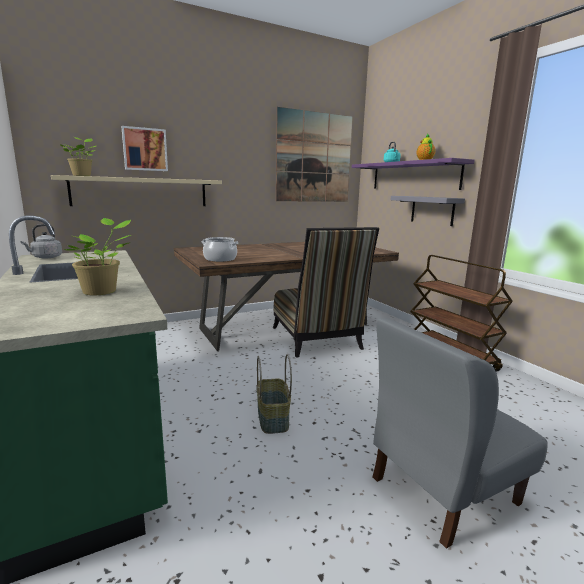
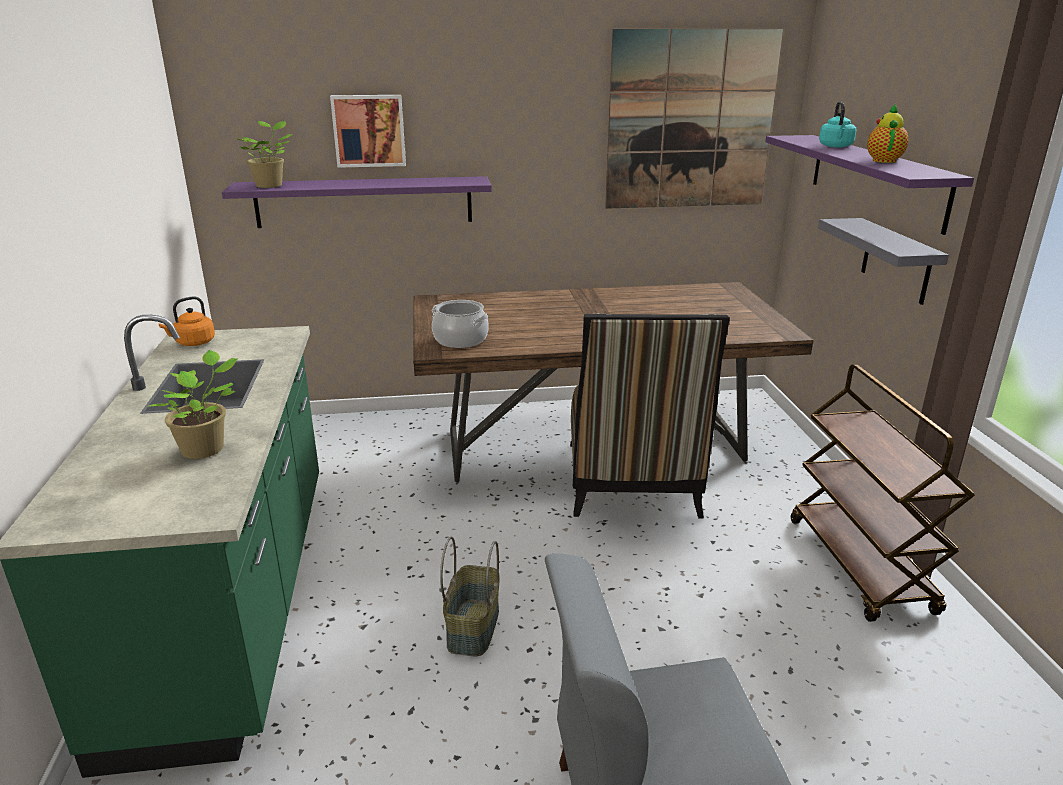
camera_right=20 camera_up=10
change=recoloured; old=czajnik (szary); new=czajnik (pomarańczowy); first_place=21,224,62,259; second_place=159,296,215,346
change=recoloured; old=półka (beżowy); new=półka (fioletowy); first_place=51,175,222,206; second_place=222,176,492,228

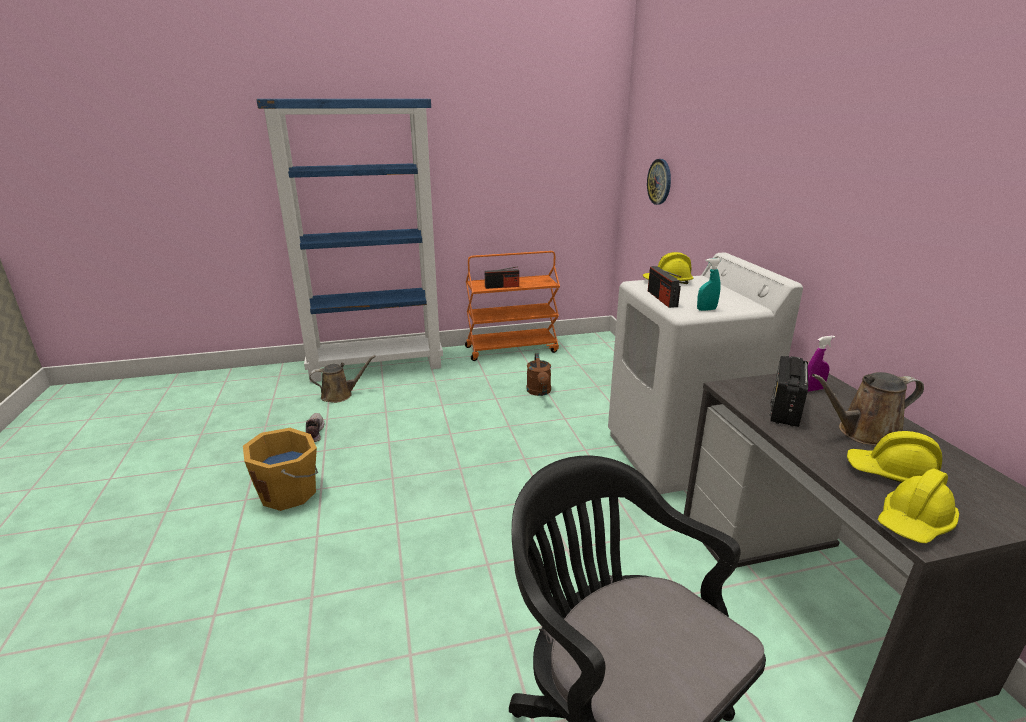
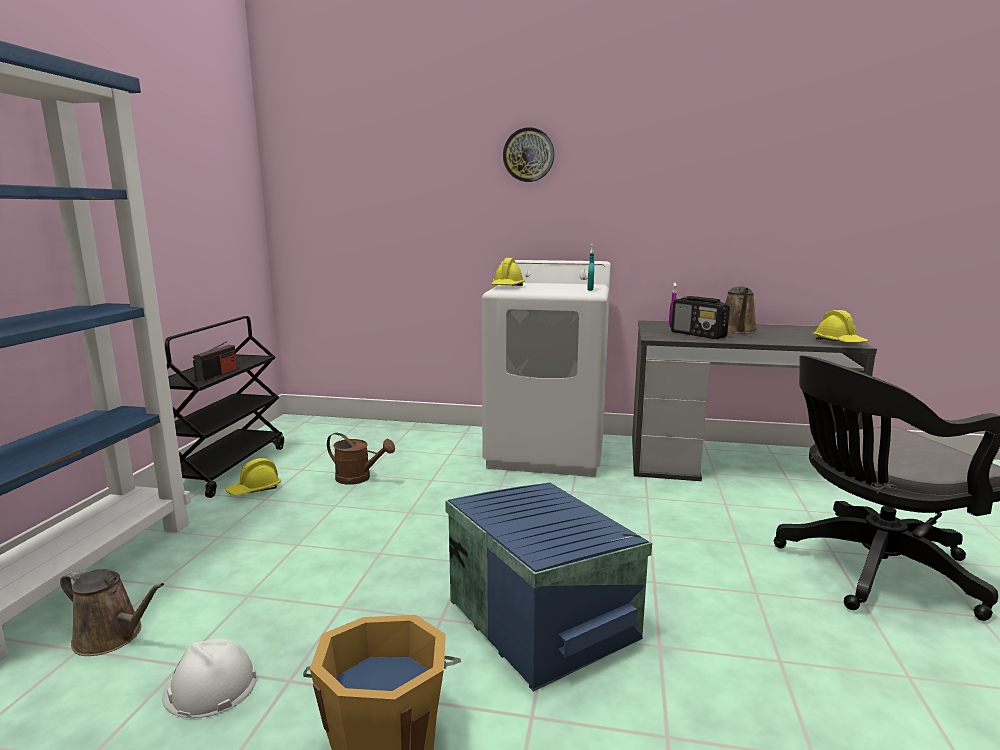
camera_right=-65 camera_up=-10
change=turned; old=konewka (brązowy); first_place=309,355,376,403; second_place=60,569,164,656; degrees=105
change=replaced; old=but; new=kask (biały); first_place=306,413,324,442; second_place=162,638,257,718
change=recoloured; old=wózek (pomarańczowy); new=wózek (czarny); first_place=465,251,560,361; second_place=165,316,284,498
change=moved; old=kask (żółty); first_place=847,431,942,483; second_place=226,458,281,496
change=added; new=pojemnik do przechowywania (niebieski); second_place=445,483,652,692
change=moved; old=zegar ścienny; first_place=647,159,671,205; second_place=503,127,554,182
change=removed; old=radio; first_place=648,266,681,308

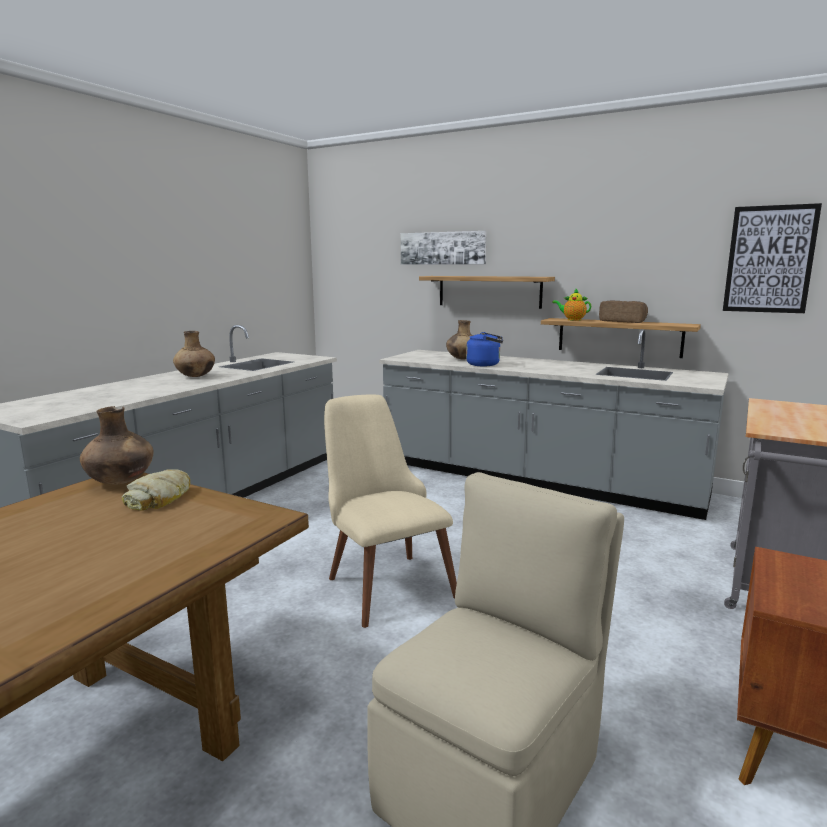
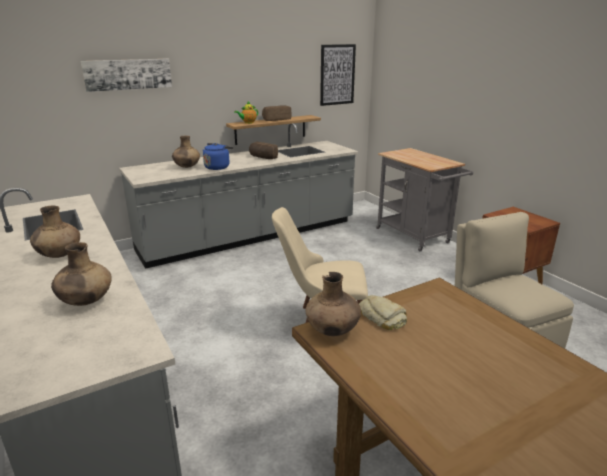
camera_right=-60 camera_up=10
change=added; new=wazon (brązowy); second_place=51,242,112,306
change=added; new=chleb; second_place=249,142,278,159
change=removed; old=półka; first_place=419,276,555,309

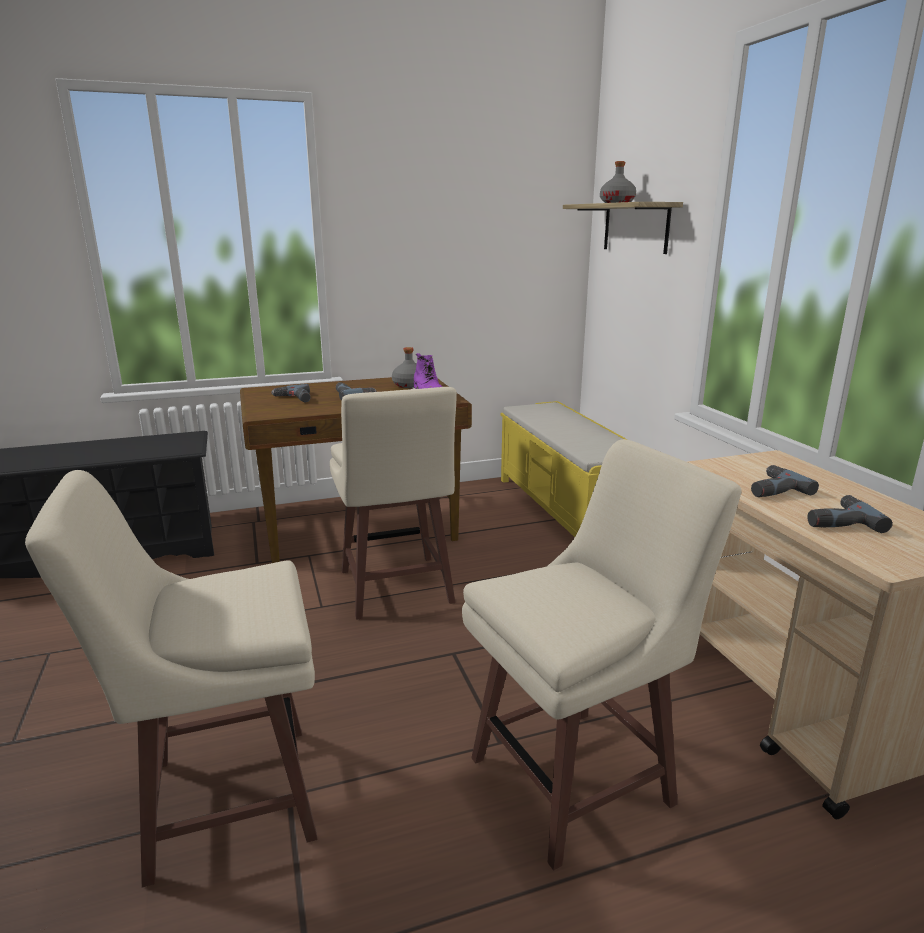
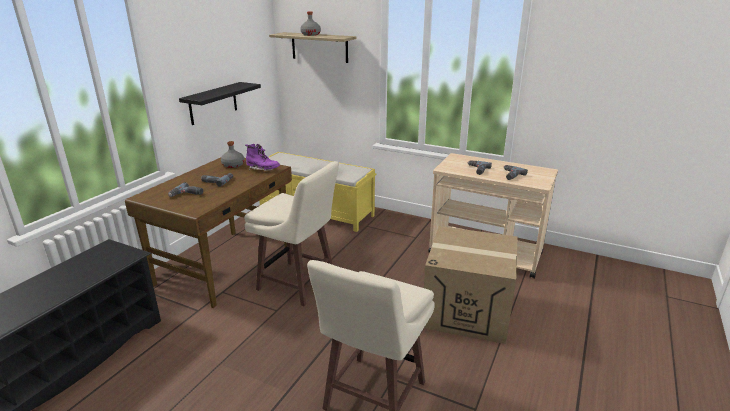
camera_right=-45 camera_up=5
change=added; new=półka (czarny); second_place=179,82,261,125
change=replaced; old=stołek (beżowy); new=karton; first_place=462,439,742,871; second_place=424,226,518,344

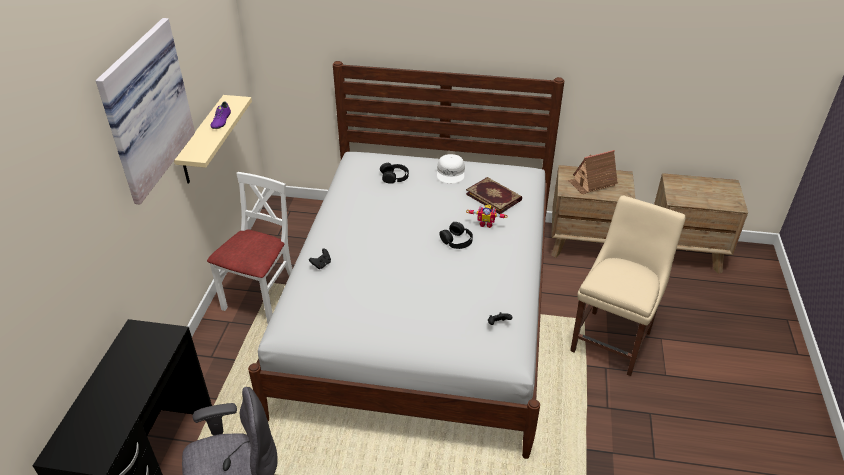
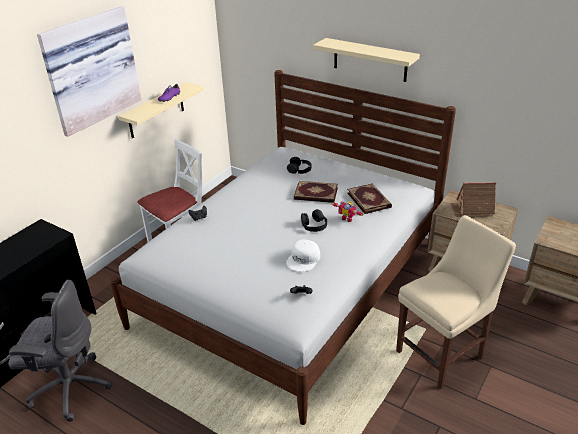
camera_right=25 camera_up=-5
change=moved; old=czapka z daszkiem (biały); first_place=437,154,465,183; second_place=286,239,320,272
change=added; new=książka; second_place=294,181,338,203
change=added; new=półka (beżowy); second_place=313,38,420,82

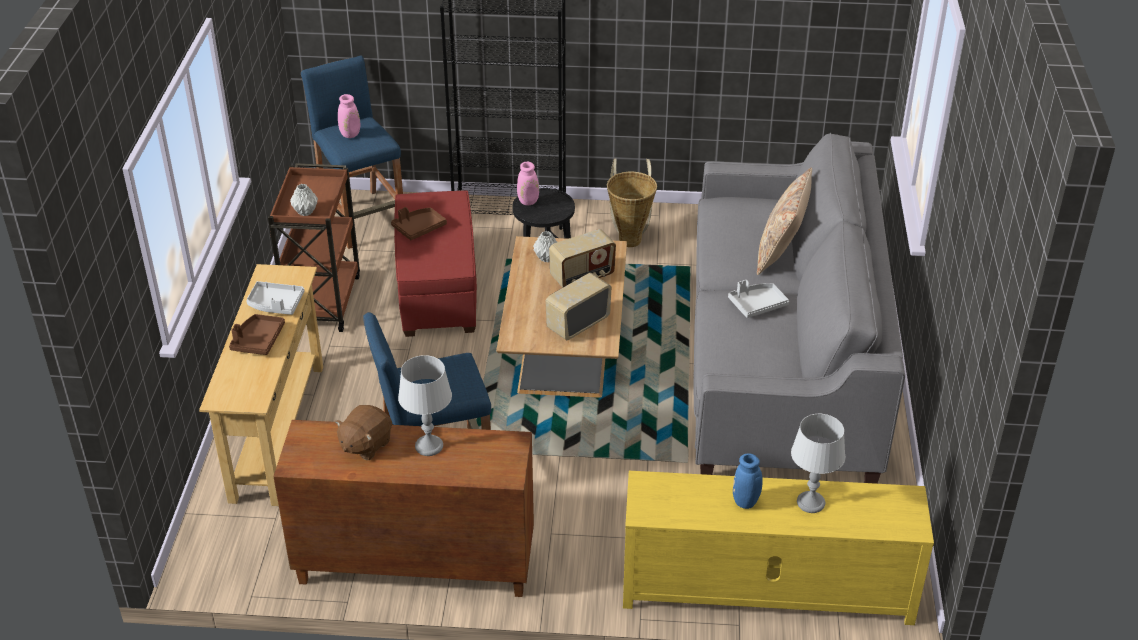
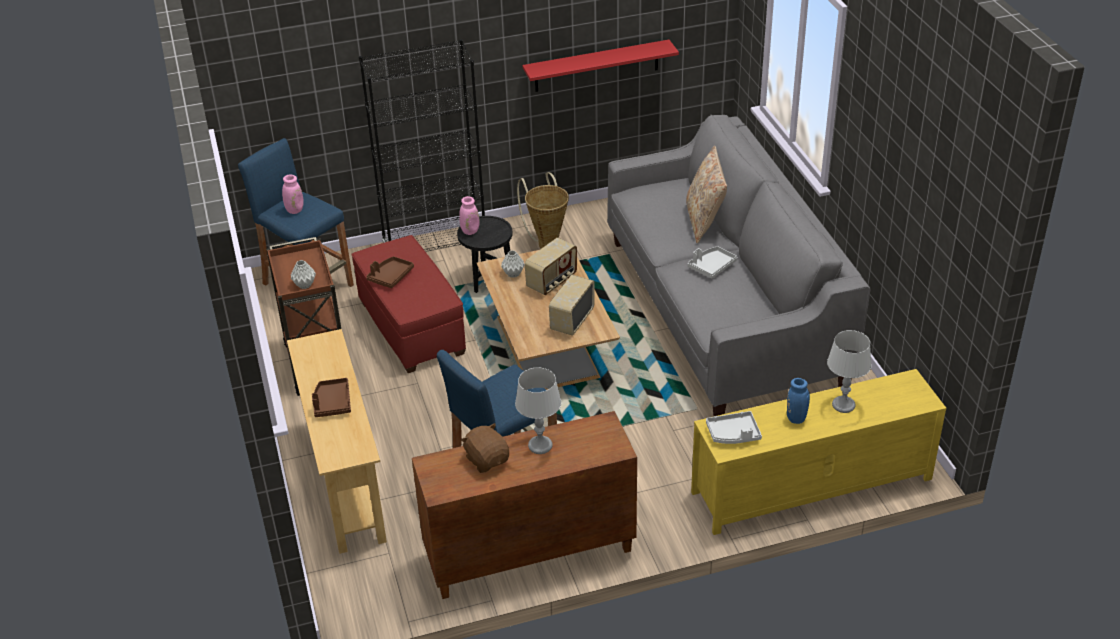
camera_right=-20 camera_up=0
change=turned; old=pluszak (brązowy); first_place=335,405,392,460; second_place=461,423,509,473; degrees=135
change=added; new=półka (czerwony); second_place=522,40,679,92
change=moved; old=taca (szary); first_place=246,281,305,315; second_place=706,411,762,444

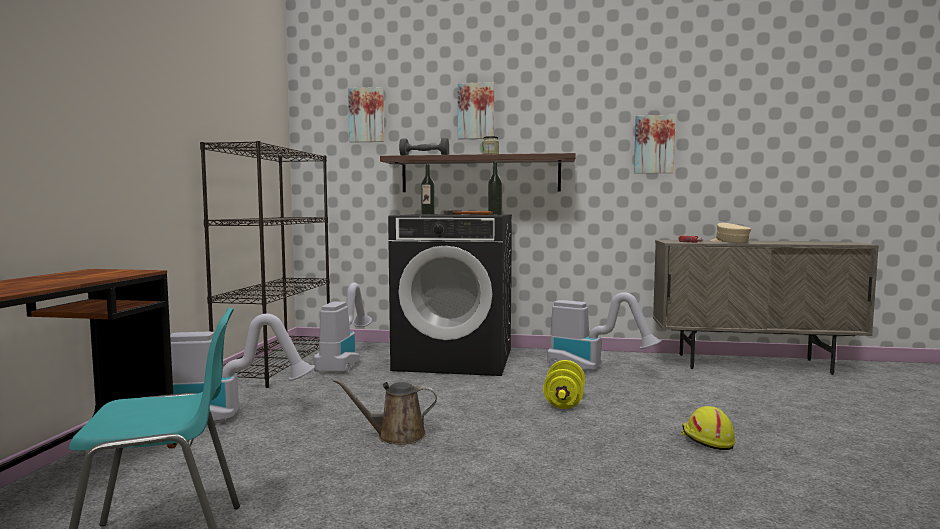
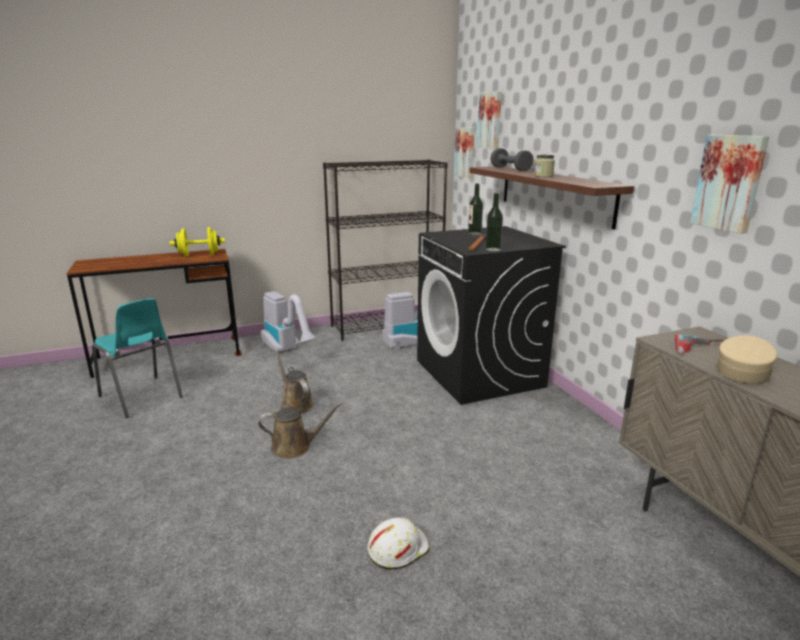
camera_right=60 camera_up=15
change=moved; old=hantel (żółty); first_place=543,360,585,409; second_place=170,227,225,257
change=added; new=konewka (brązowy); second_place=258,402,343,459
change=recoloured; old=kask (żółty); new=kask (biały); first_place=681,406,735,450; second_place=368,518,429,570
change=moved; old=obraz; first_place=458,82,494,139; second_place=454,127,475,178
change=removed; old=odkurzacz; first_place=547,292,662,373

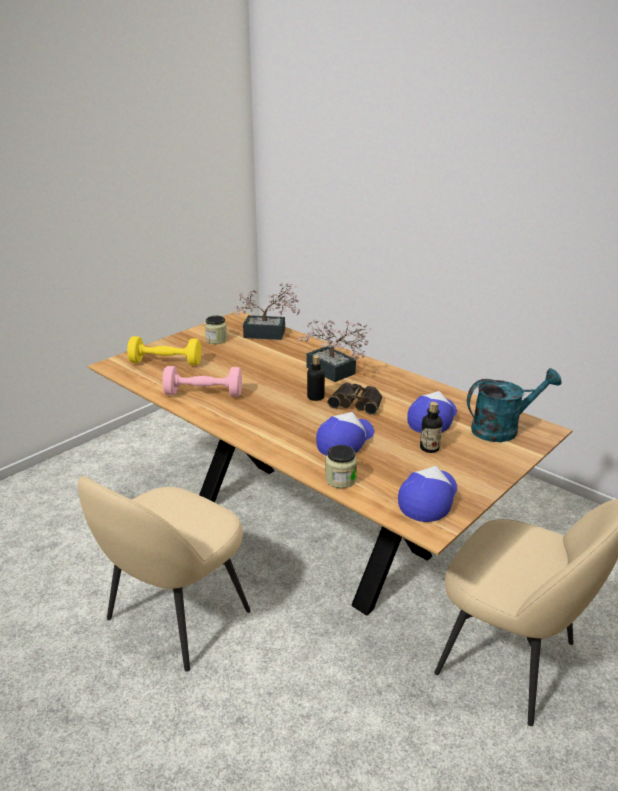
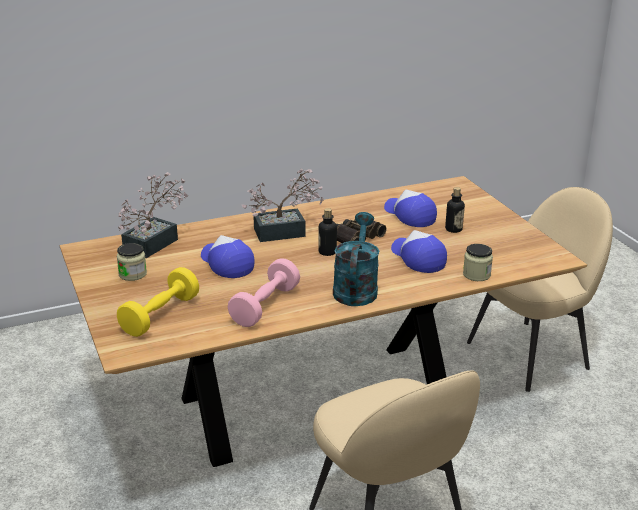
camera_right=-65 camera_up=0
change=moved; old=czapka z daszkiem; first_place=398,466,457,522; second_place=201,235,254,278
change=moved; old=konewka (turkusowy); first_place=467,368,562,442; second_place=333,212,379,306

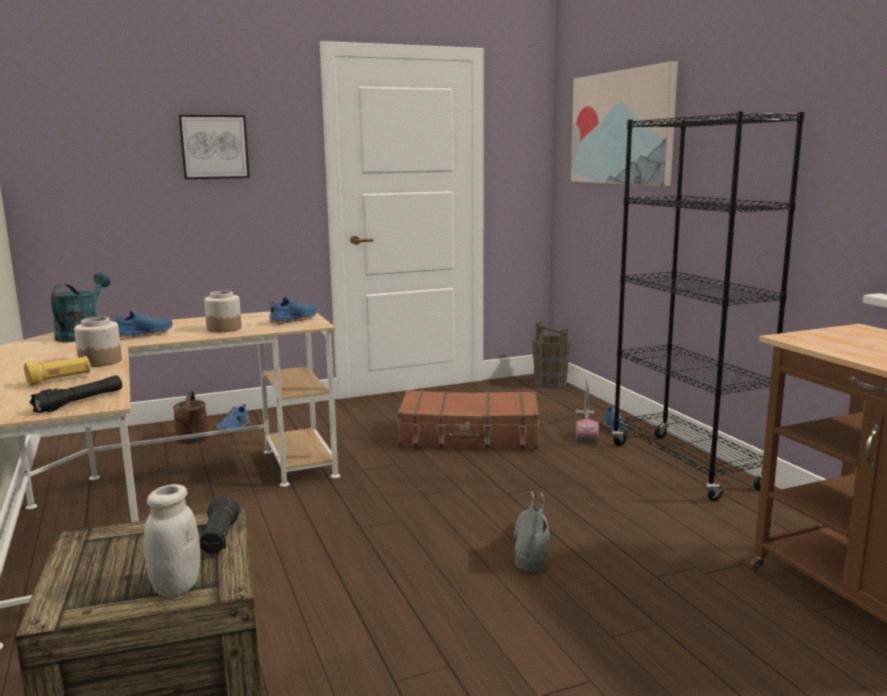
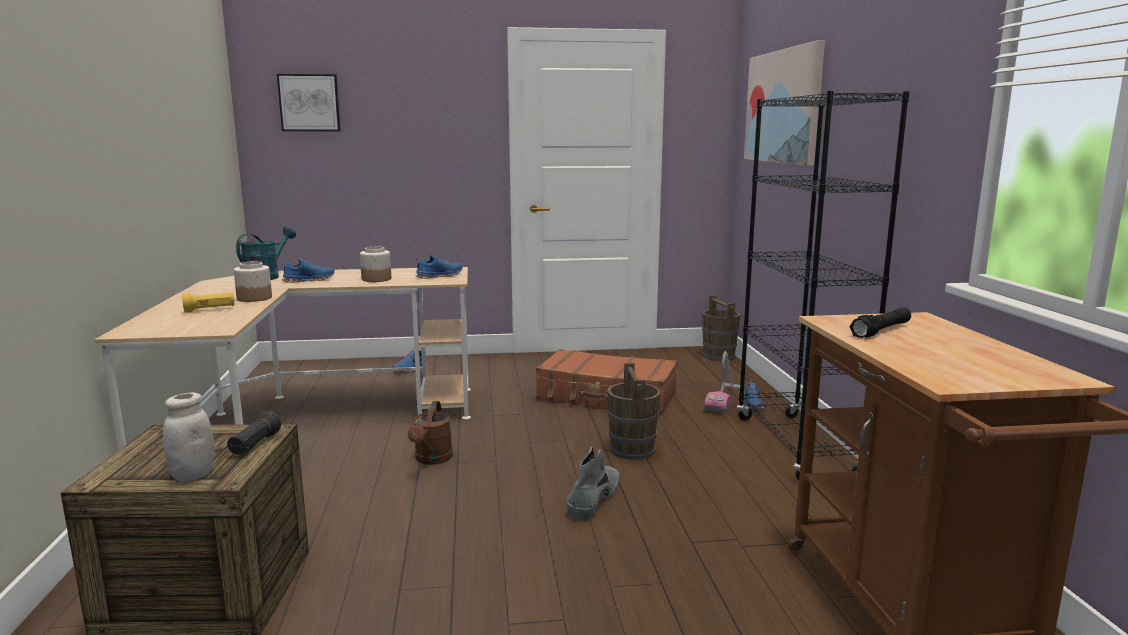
camera_right=15 camera_up=0
change=moved; old=obraz; first_place=179,115,250,179; second_place=277,74,341,131
change=moved; old=konewka (brązowy); first_place=173,391,210,444; second_place=408,401,453,465
change=added; new=wiadro (brązowy); second_place=607,363,660,460
change=moved; old=latarka (czarny); first_place=30,376,122,413; second_place=850,307,911,338

